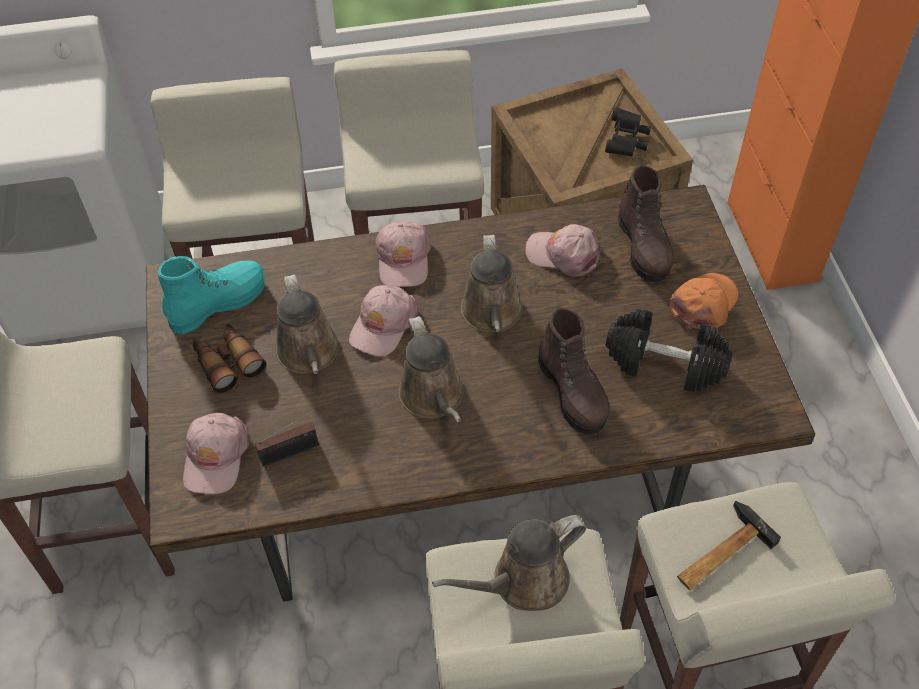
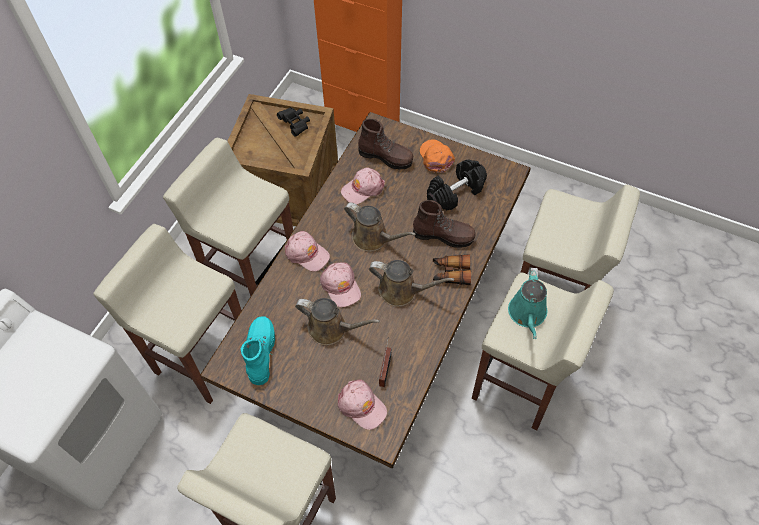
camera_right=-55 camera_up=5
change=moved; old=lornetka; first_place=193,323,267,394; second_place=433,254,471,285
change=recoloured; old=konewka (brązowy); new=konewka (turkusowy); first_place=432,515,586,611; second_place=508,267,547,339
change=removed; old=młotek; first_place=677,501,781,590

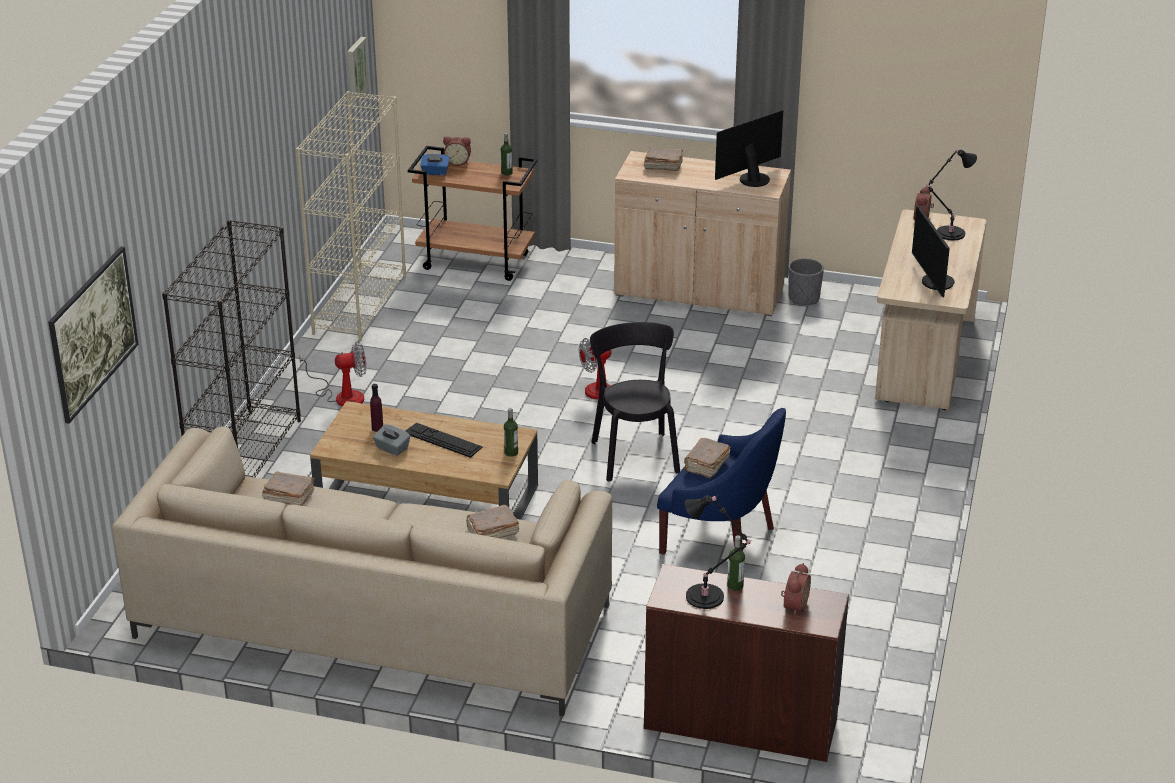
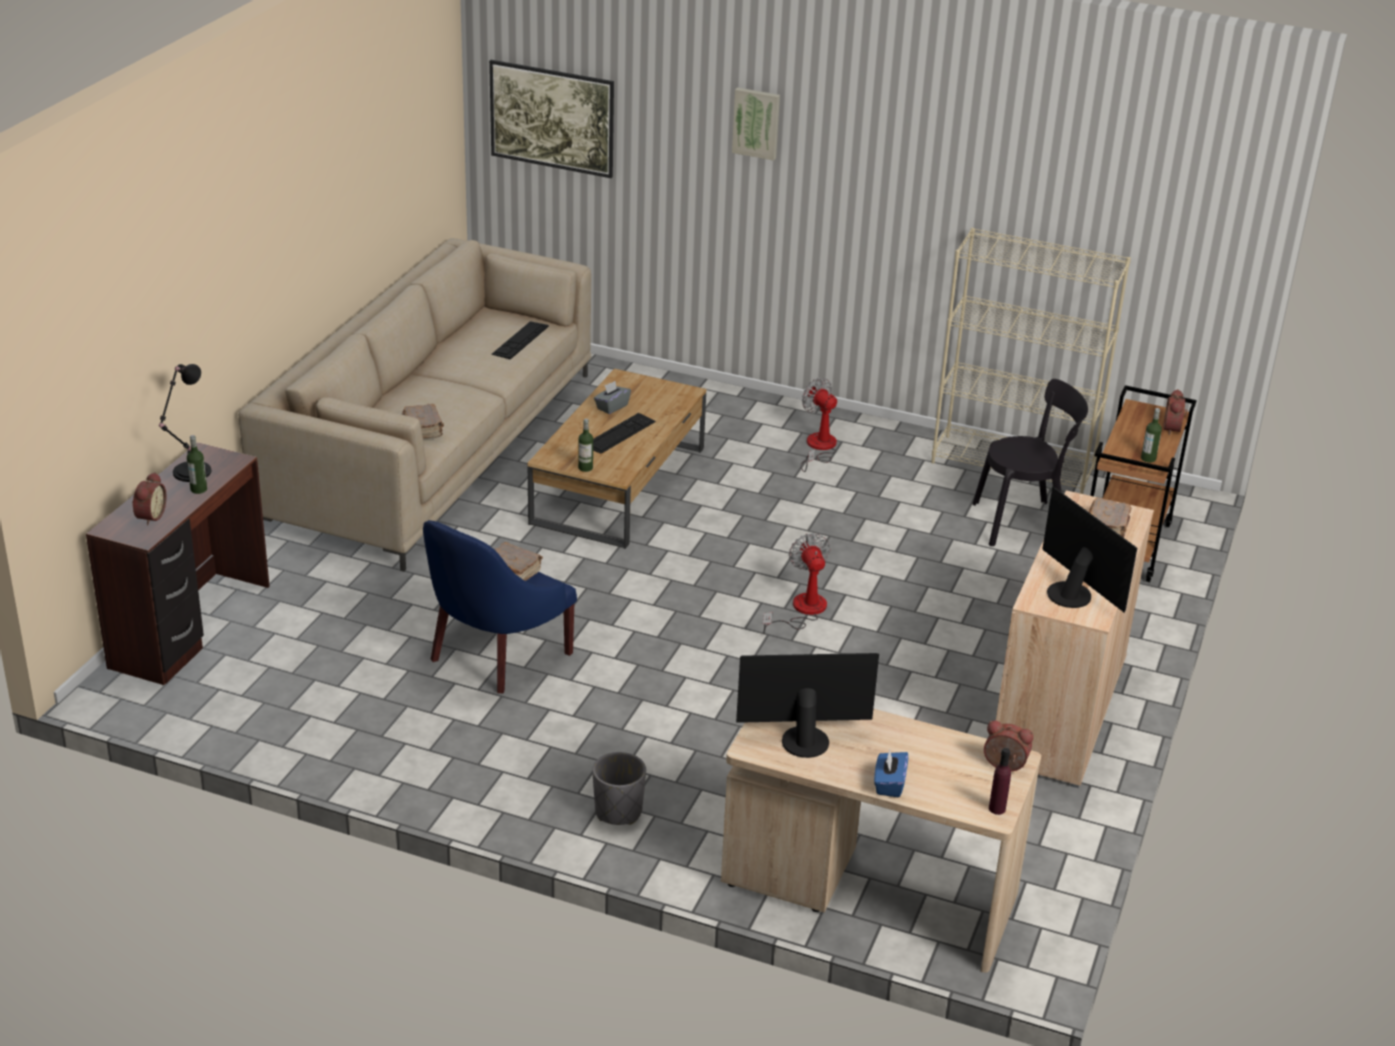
camera_right=95 camera_up=0
change=turned; old=budzik; first_place=781,563,811,616; second_place=132,472,167,526; degrees=-105
change=replaced; old=książka (brązowy); new=klawiatura; first_place=262,472,315,506; second_place=491,321,549,359
change=moved; old=donica (szary); first_place=788,258,824,305; second_place=592,752,646,825
change=moved; old=obraz; first_place=347,37,370,105; second_place=732,87,780,161
change=turned; old=wentylator; first_place=299,342,366,407; second_place=801,378,837,472; degrees=150
change=moved; old=pudełko chusteczek (niebieski); first_place=420,154,450,175; second_place=874,749,908,798
change=moved; old=krzesło (czarny); first_place=590,322,680,481; second_place=972,379,1088,546
change=moved; old=butelka (fioletowy); first_place=370,384,383,432; second_place=989,748,1011,815
change=removed; old=regał (czarny); first_place=162,220,301,478
change=removed; old=lampa stołowa (czarny); first_place=926,149,977,240

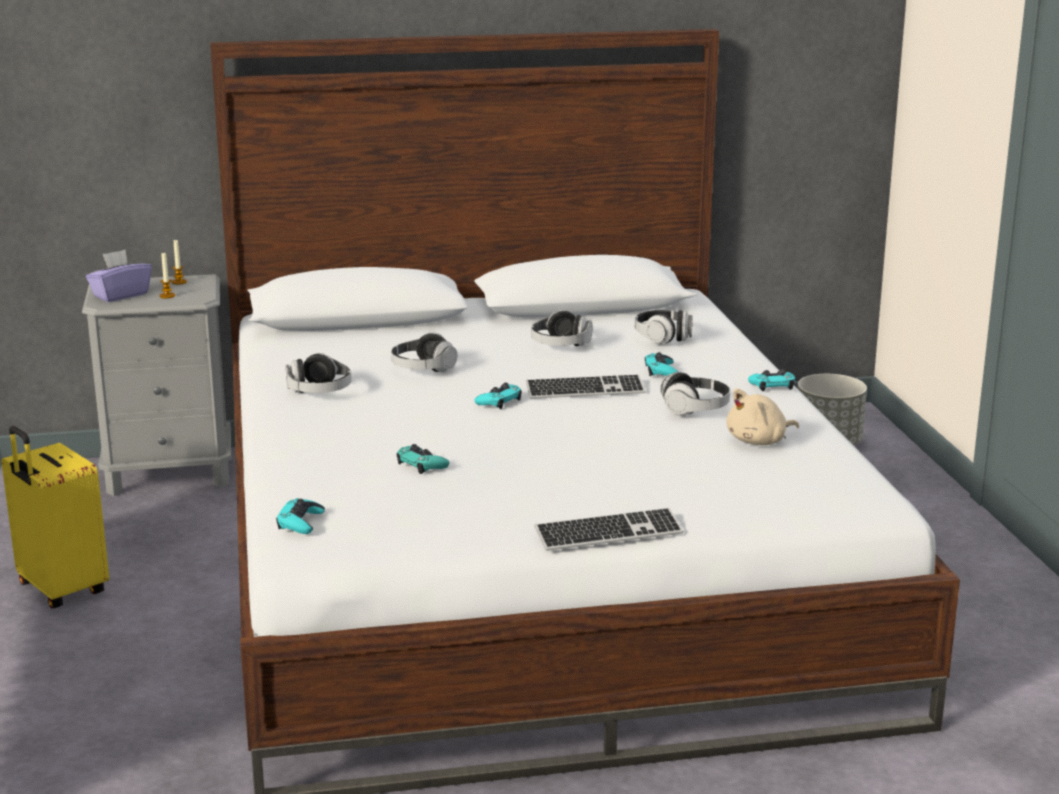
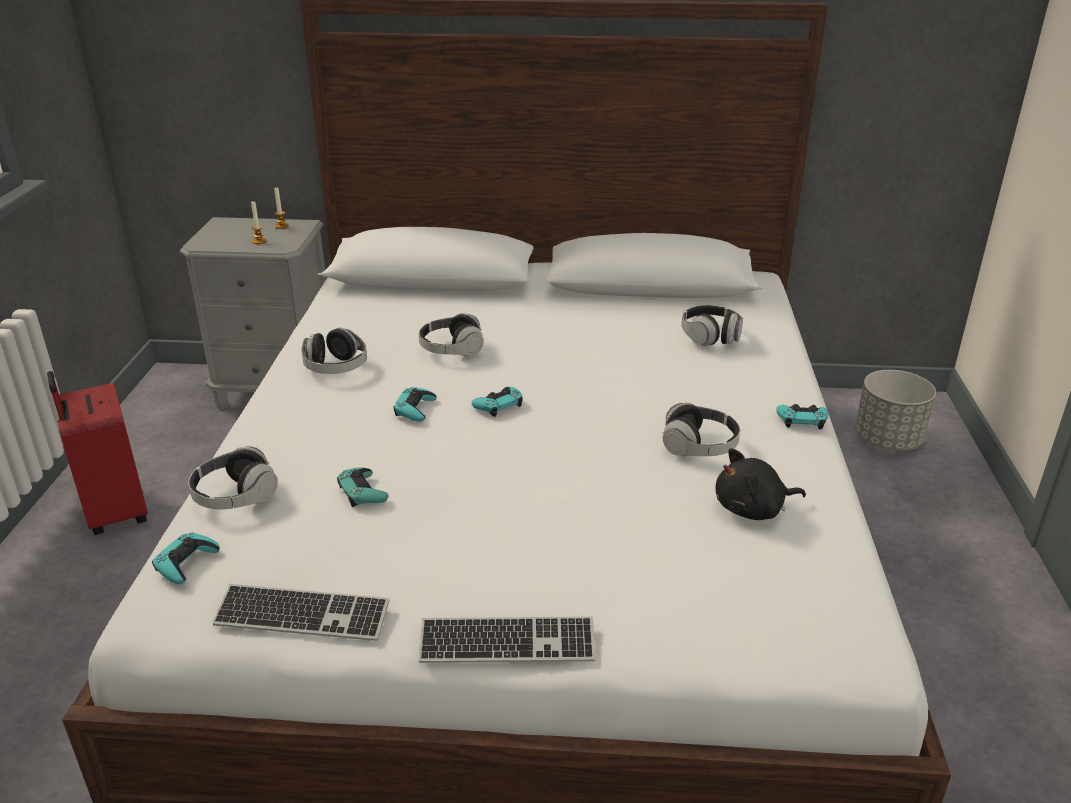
camera_right=15 camera_up=10
change=recoloured; old=walizka (żółty); new=walizka (czerwony); first_place=1,426,109,608; second_place=47,371,148,535
change=moved; old=słuchawki; first_place=531,310,592,346; second_place=188,446,278,509
change=moved; old=klawiatura; first_place=526,374,645,399; second_place=212,584,390,641
change=moved; old=pad do gier (turkusowy); first_place=645,352,678,376; second_place=394,387,437,422
change=recoloured; old=pluszak (beżowy); new=pluszak (czarny); first_place=726,388,799,445; second_place=715,448,806,520
change=removed; old=pudełko chusteczek (fioletowy); first_place=86,250,152,302

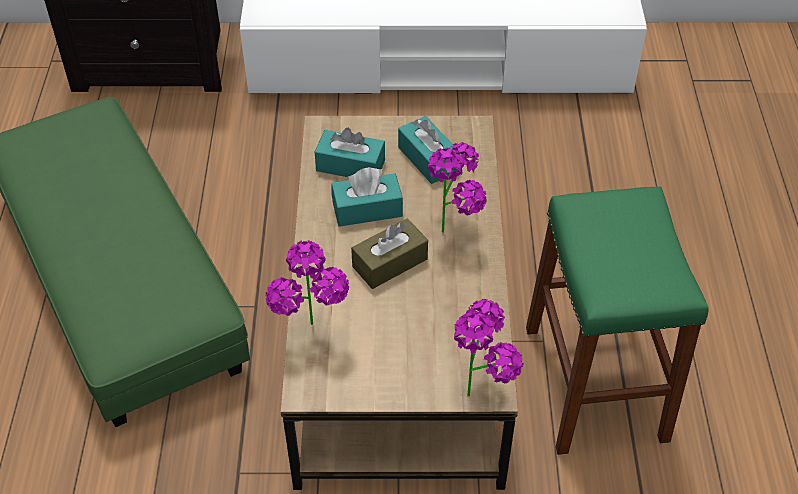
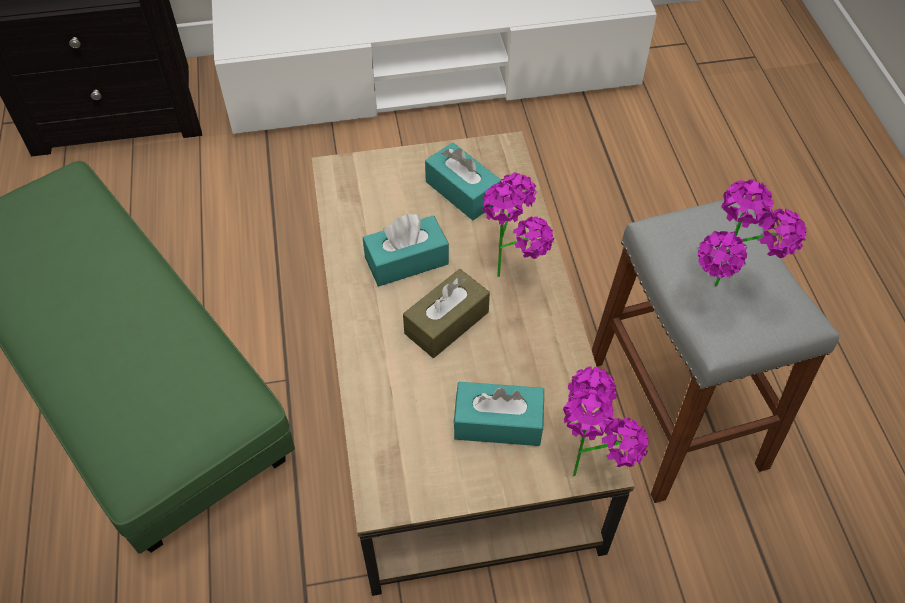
camera_right=-10 camera_up=5
change=moved; old=pudełko chusteczek (turkusowy); first_place=315,128,385,177; second_place=453,382,544,446
change=recoloured; old=stołek (zielony); new=stołek (szary); first_place=526,187,709,455; second_place=592,195,839,503
change=moved; old=roślina doniczkowa; first_place=265,240,349,325; second_place=698,179,807,287

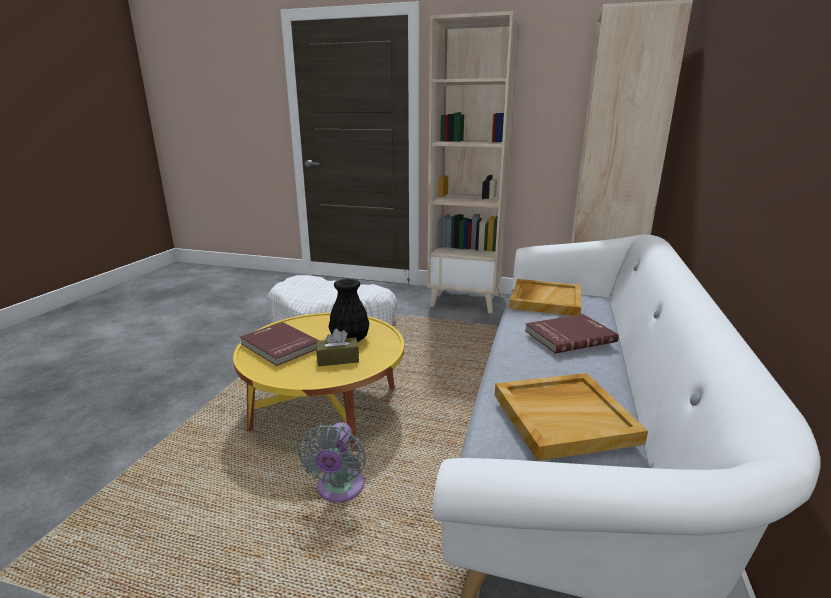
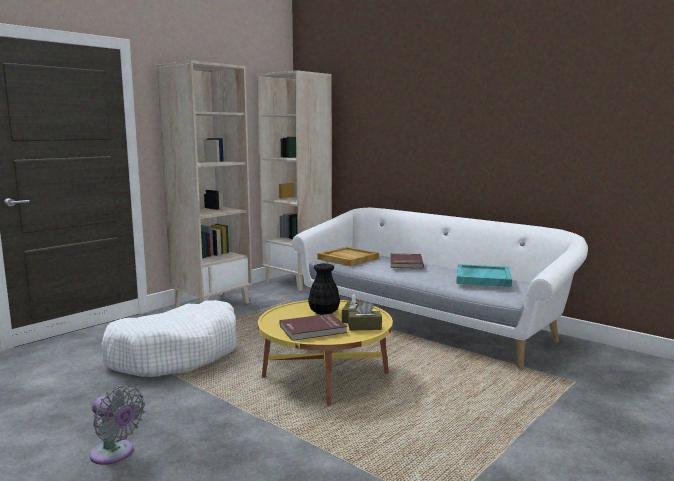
camera_right=-65 camera_up=-10
change=moved; old=wentylator (szary); first_place=298,422,366,502; second_place=90,385,145,465
change=added; new=pudełko chusteczek (brązowy); second_place=348,301,382,331
change=recoloured; old=taca (beżowy); new=taca (turkusowy); first_place=495,373,648,461; second_place=456,264,512,287

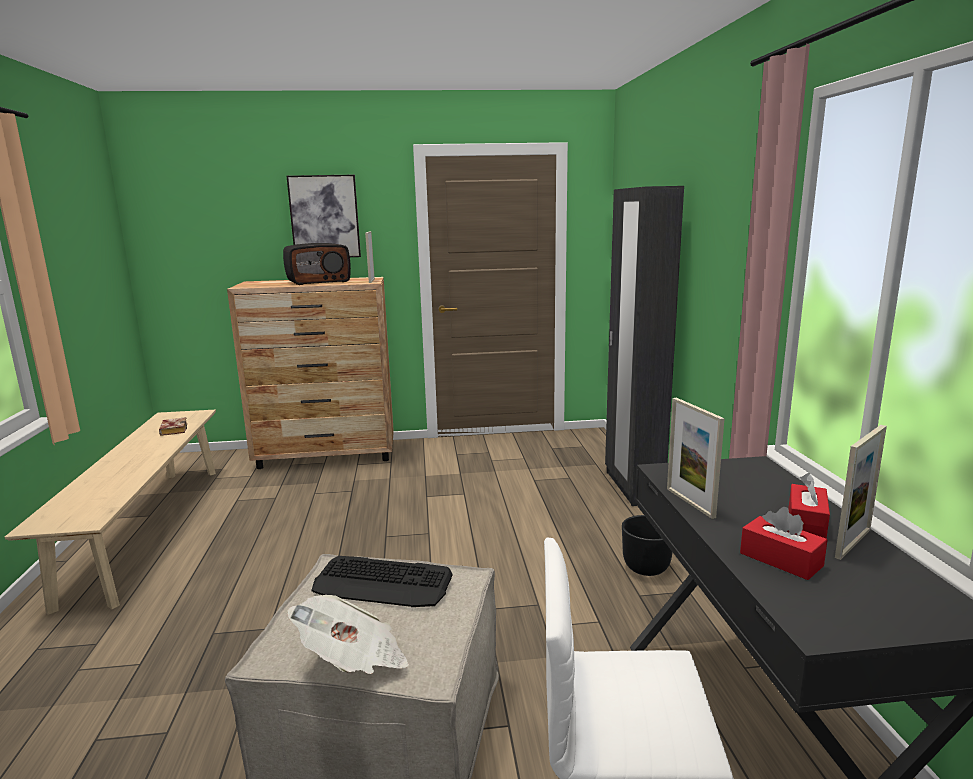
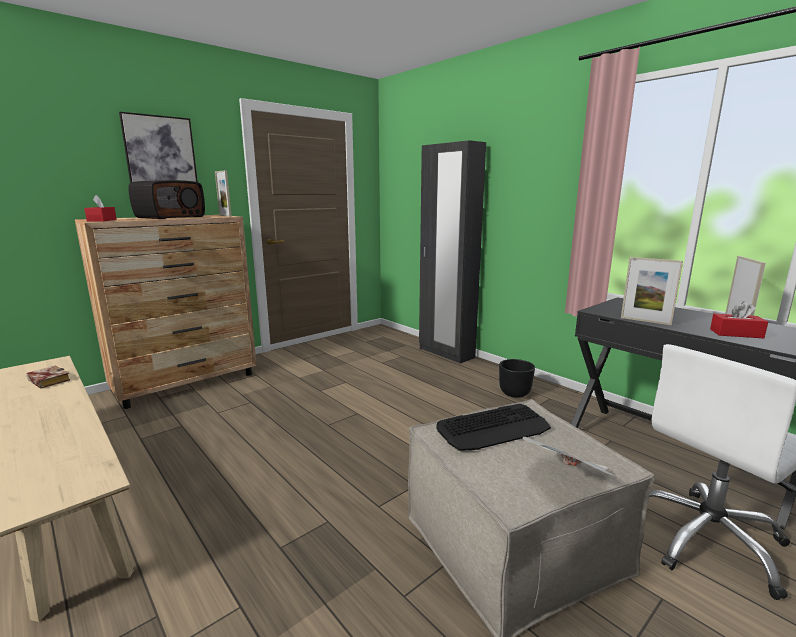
camera_right=-35 camera_up=0
change=moved; old=pudełko chusteczek (czerwony); first_place=789,473,830,539; second_place=84,195,117,222

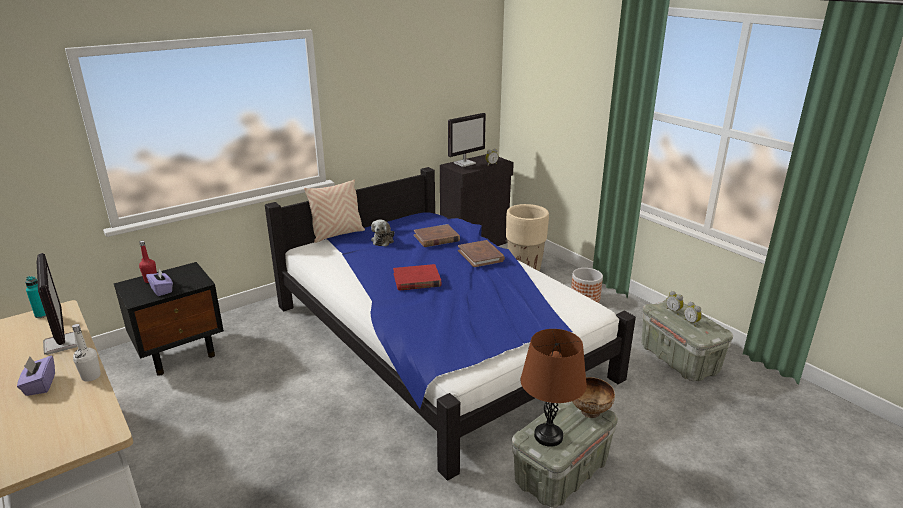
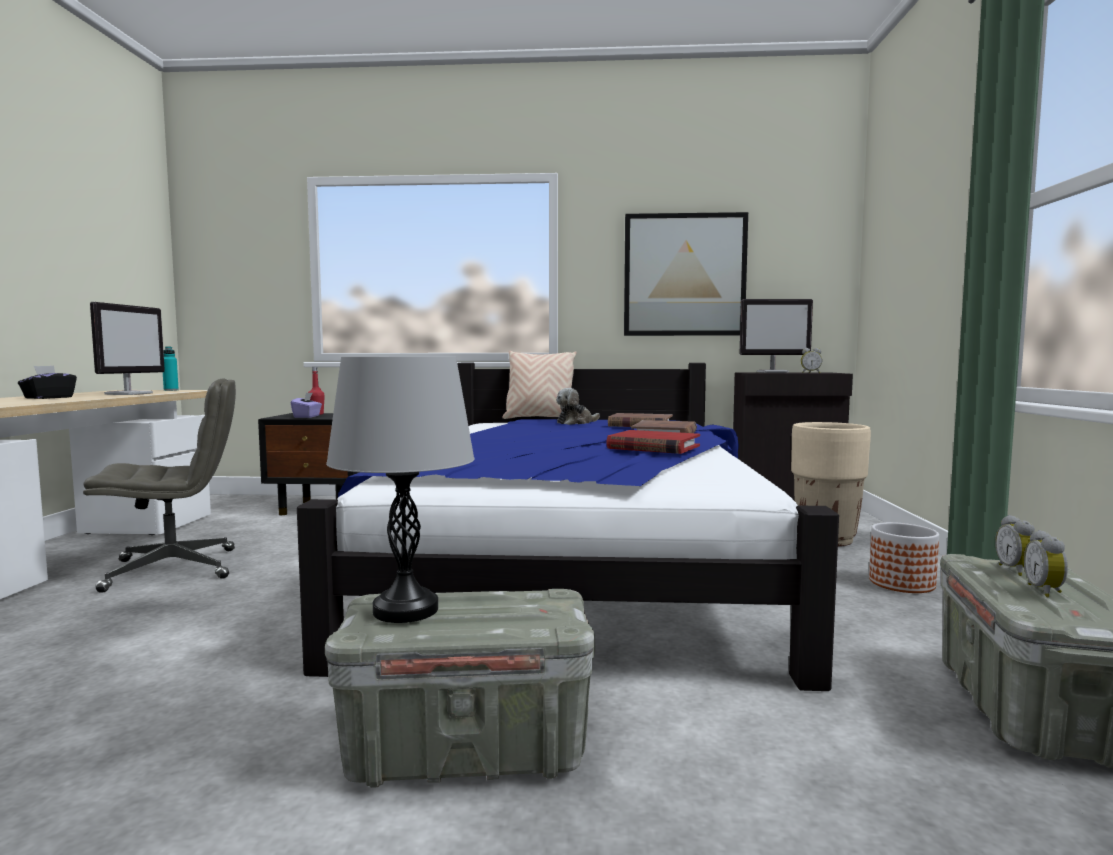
camera_right=40 camera_up=-20
change=recoloured; old=pudełko chusteczek (fioletowy); new=pudełko chusteczek (czarny); first_place=17,356,55,396; second_place=18,365,77,399
change=added; new=krzesło biurowe (szary); second_place=83,378,236,593
change=recoloured; old=lampa stołowa (brązowy); new=lampa stołowa (szary); first_place=521,329,587,447; second_place=326,357,475,623
change=moved; old=książka (czerwony); first_place=393,264,441,290; second_place=606,430,700,454
change=added; new=obraz; second_place=624,212,748,336
change=removed; old=butelka (biały); first_place=72,324,101,382
change=removed; old=miska; first_place=572,377,615,418

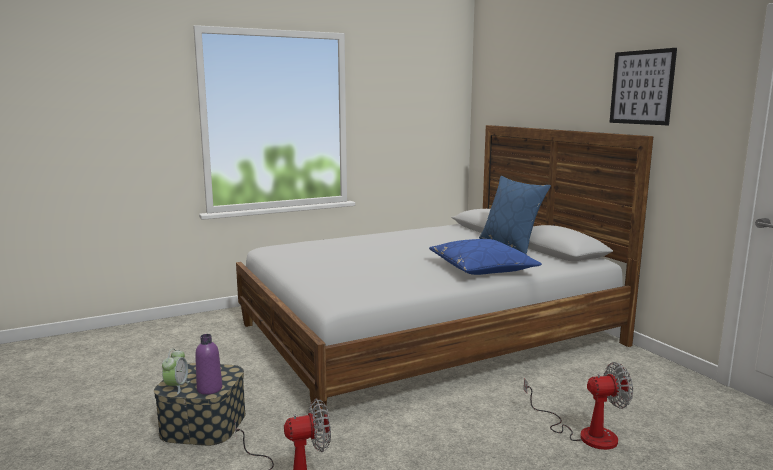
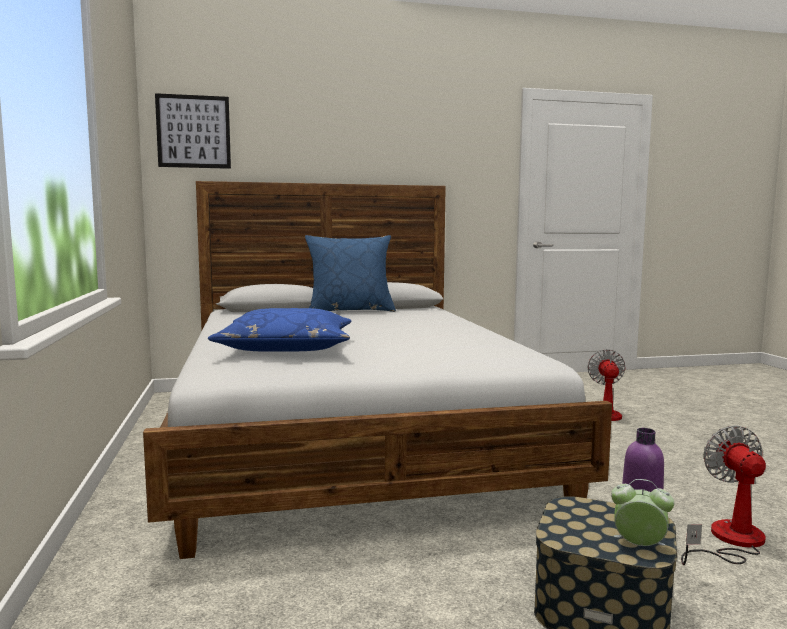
camera_right=-75 camera_up=-5
change=moved; old=obraz; first_place=609,48,677,125; second_place=155,93,231,169
change=moved; old=poduszka (niebieski); first_place=429,239,542,275; second_place=208,308,351,352

